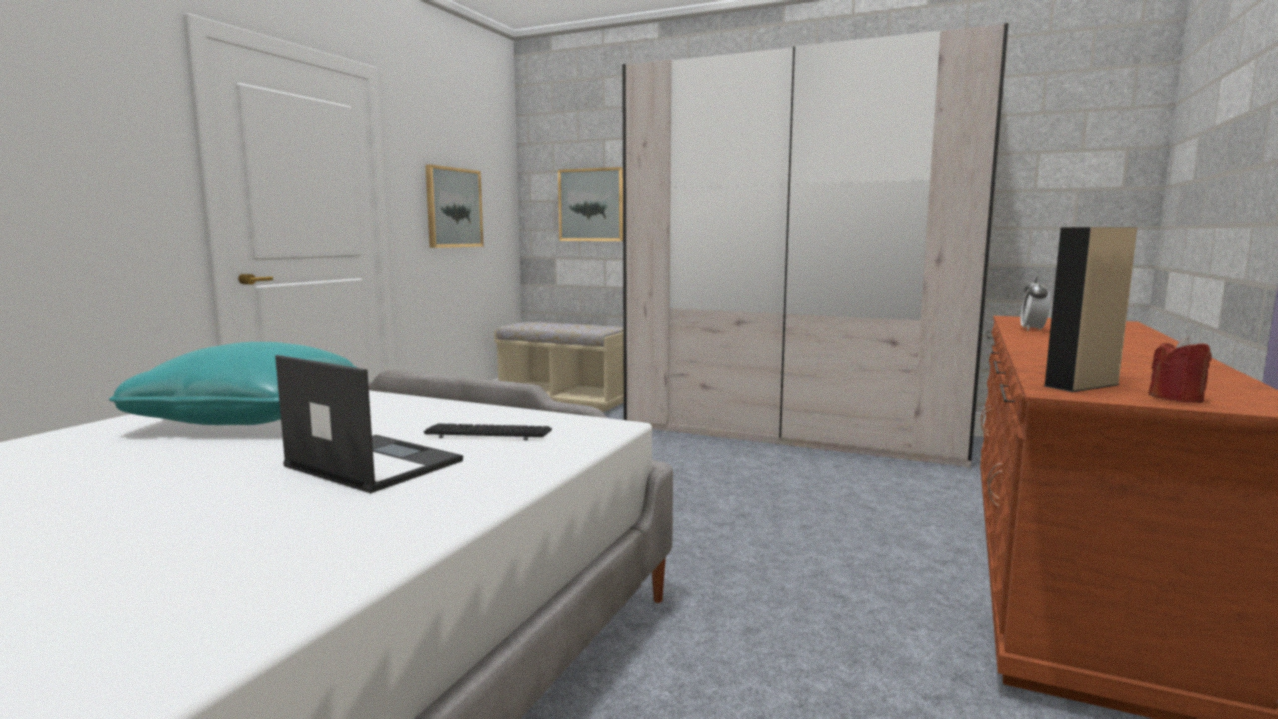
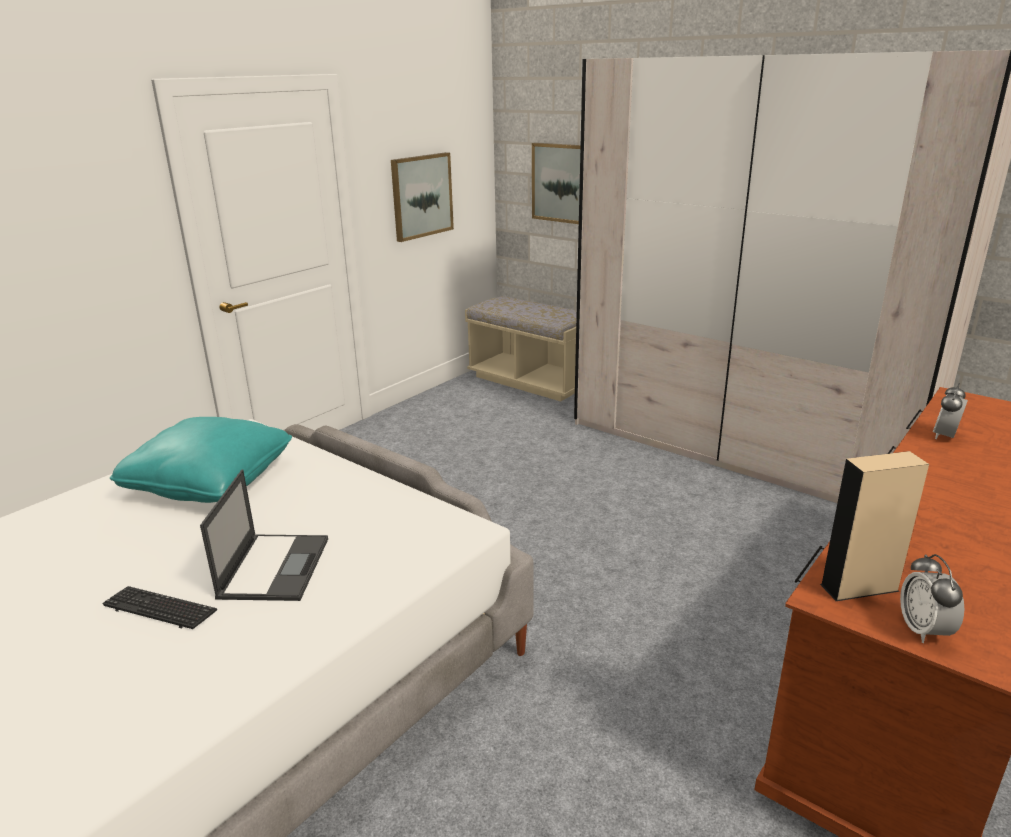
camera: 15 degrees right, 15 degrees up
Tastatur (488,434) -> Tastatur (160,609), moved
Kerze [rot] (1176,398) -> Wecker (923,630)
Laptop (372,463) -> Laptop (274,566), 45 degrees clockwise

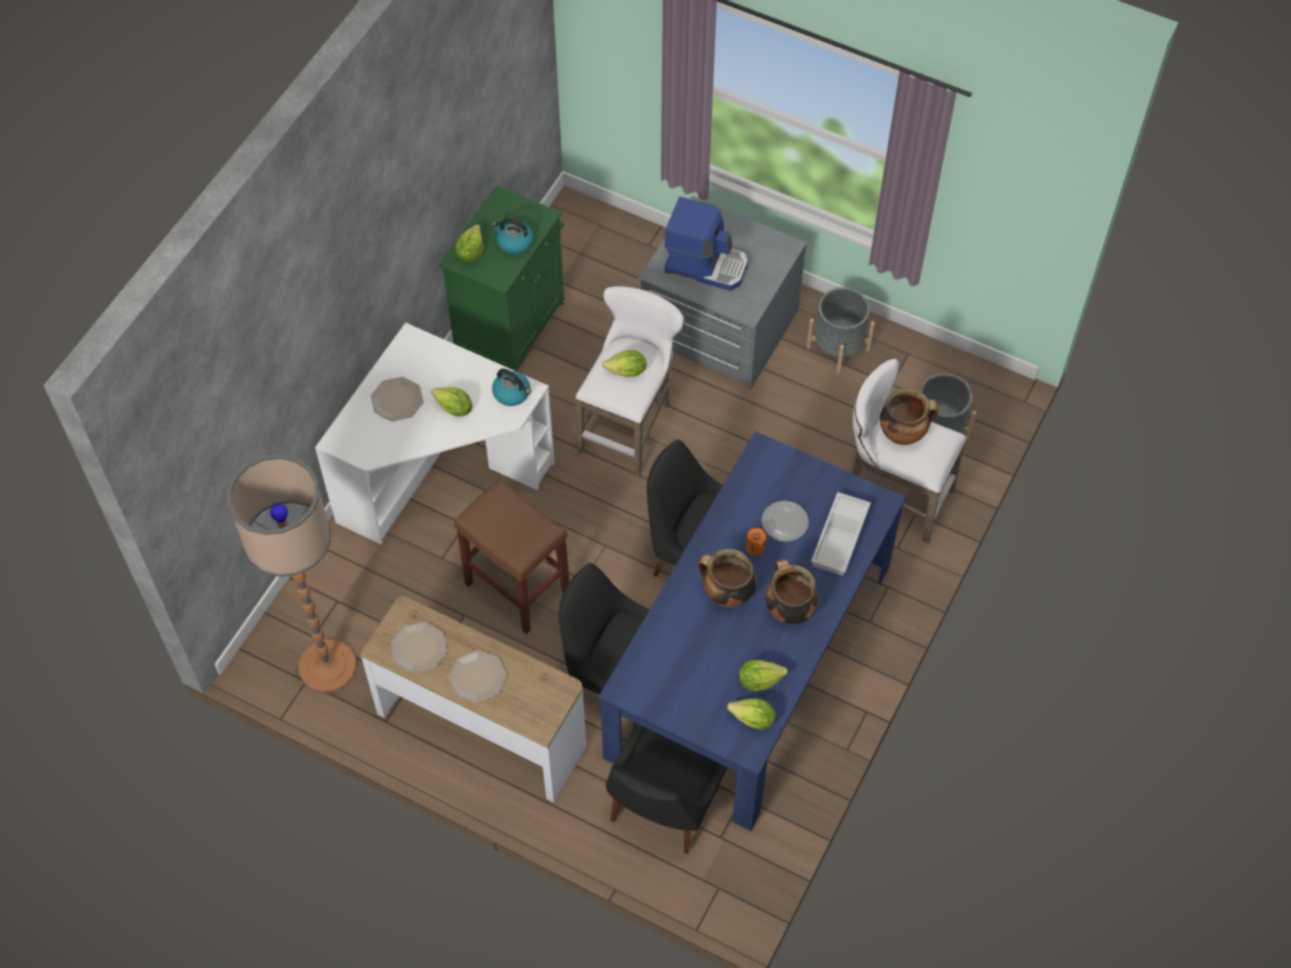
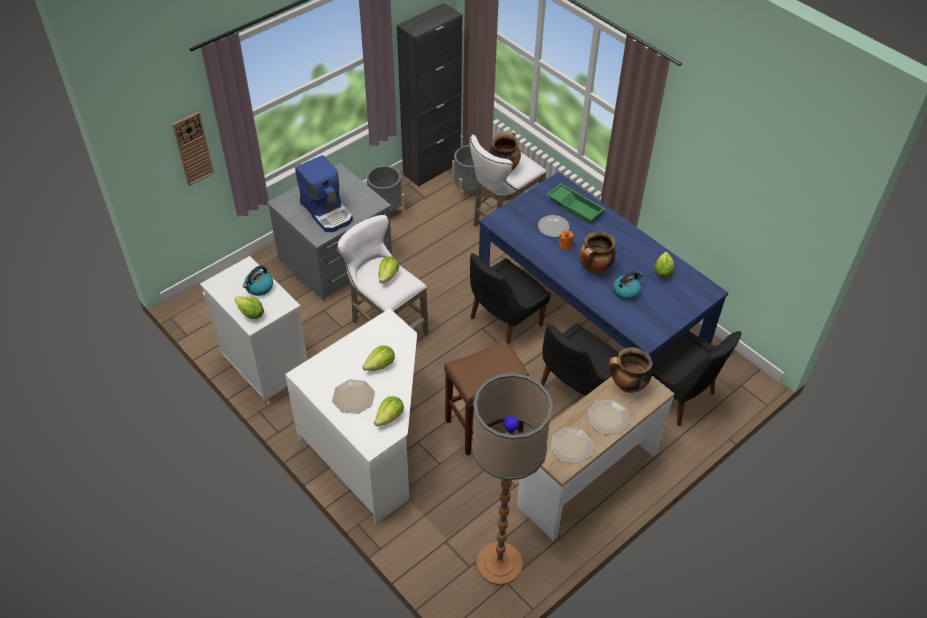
camera: 70 degrees left, 10 degrees down
none -> Wanduhr (193,149)
none -> Schrank [schwarz] (432,168)
Wasserkessel (512,393) -> Wasserkessel (626,291), moved
Salatkopf (753,720) -> Salatkopf (390,417), moved
Kochtopf (789,610) -> Kochtopf (627,385), moved
Schrank [grün] (511,325) -> Schrank [weiß] (264,366)
Tablett [weiß] (841,538) -> Tablett [grün] (575,206)
Kaffeemaschine (706,264) -> Kaffeemaschine (327,211), 105 degrees clockwise

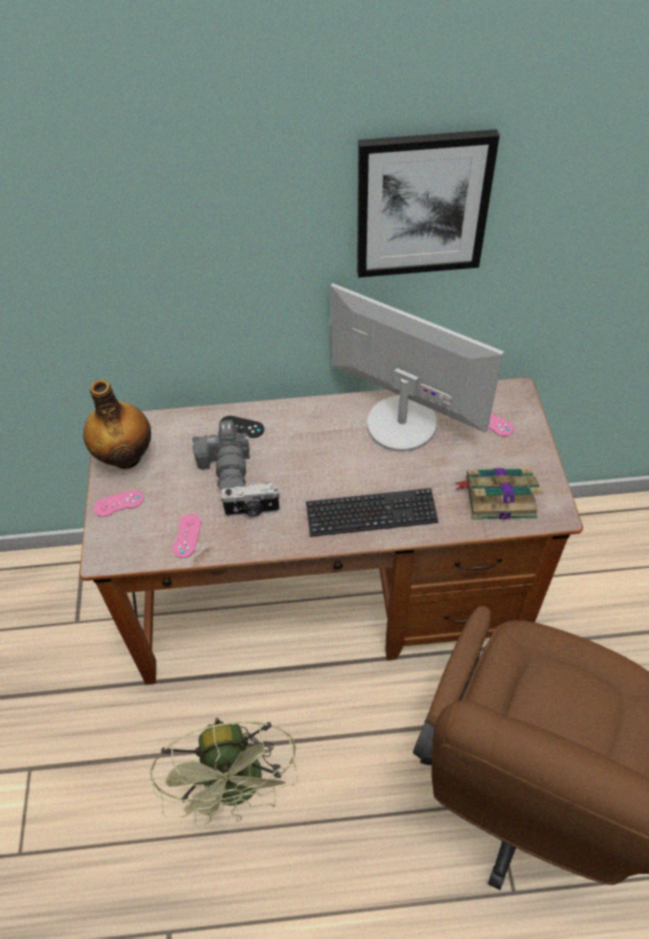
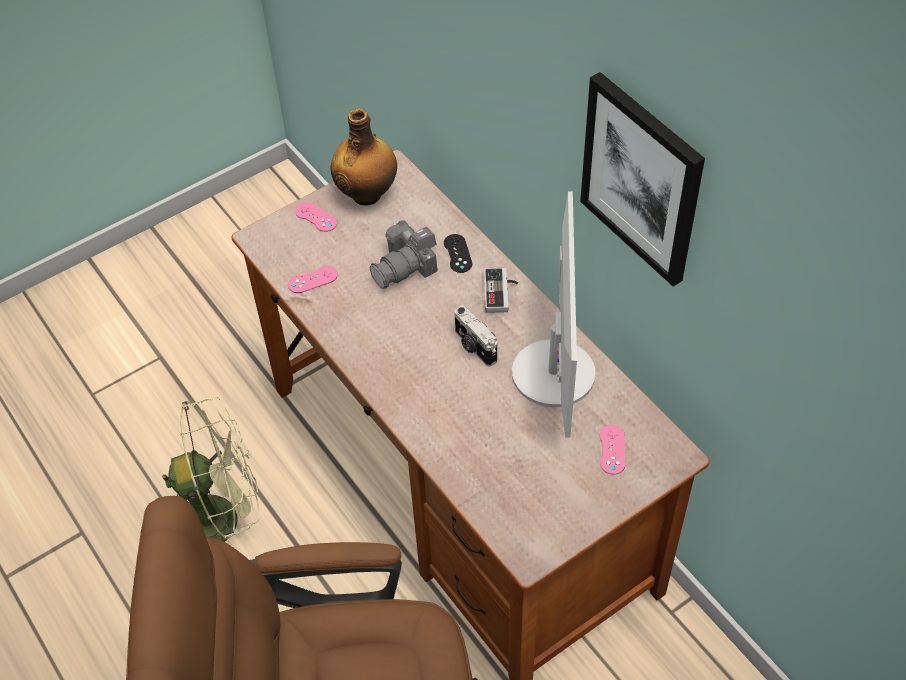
camera: 60 degrees right, 0 degrees up
Tastatur (371,514) -> none
Buch (498,497) -> none
none -> Gamepad (501,292)
Kamera (252,510) -> Kamera (474,347), moved
Ventilator [grün] (238,789) -> Ventilator [grün] (222,516), 150 degrees counterclockwise

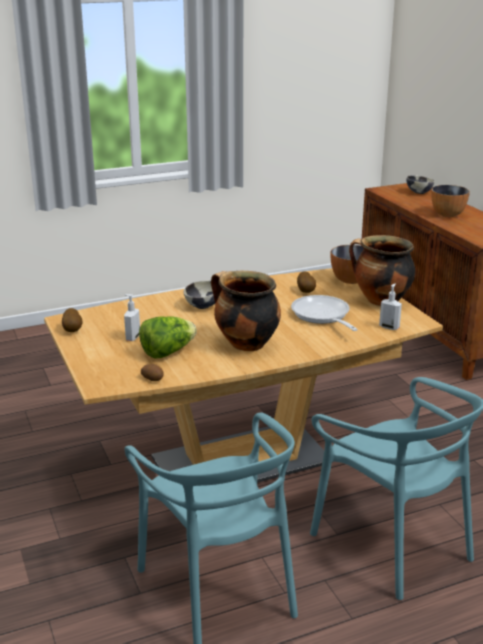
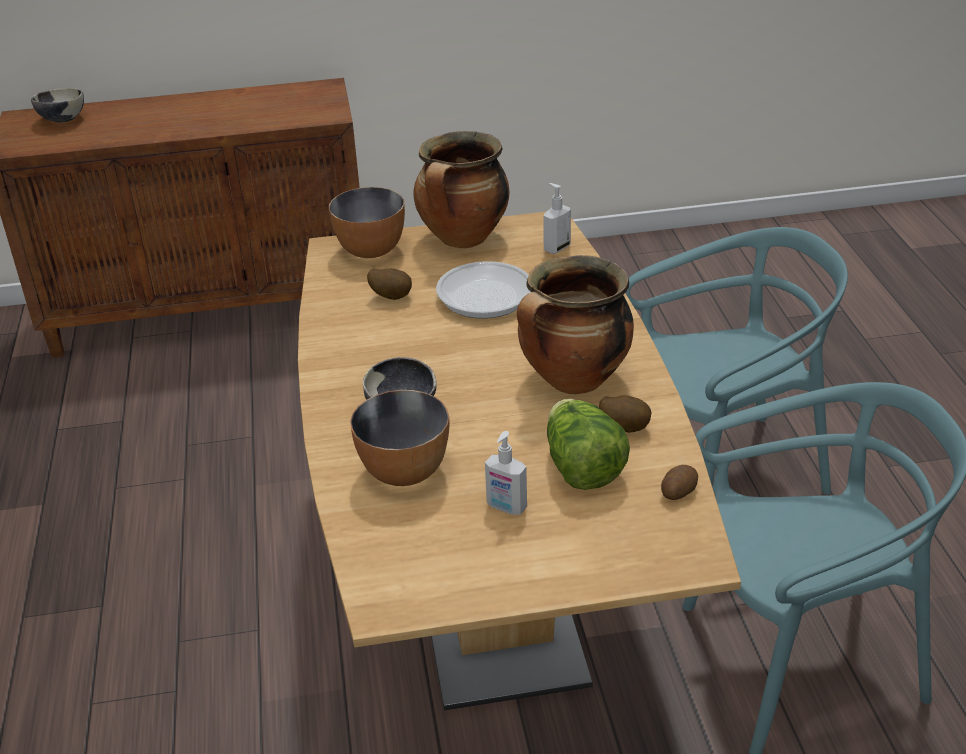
camera: 75 degrees left, 10 degrees up
Kartoffel (73,330) -> Kartoffel (624,428), moved
Schüssel (447,214) -> Schüssel (404,472), moved

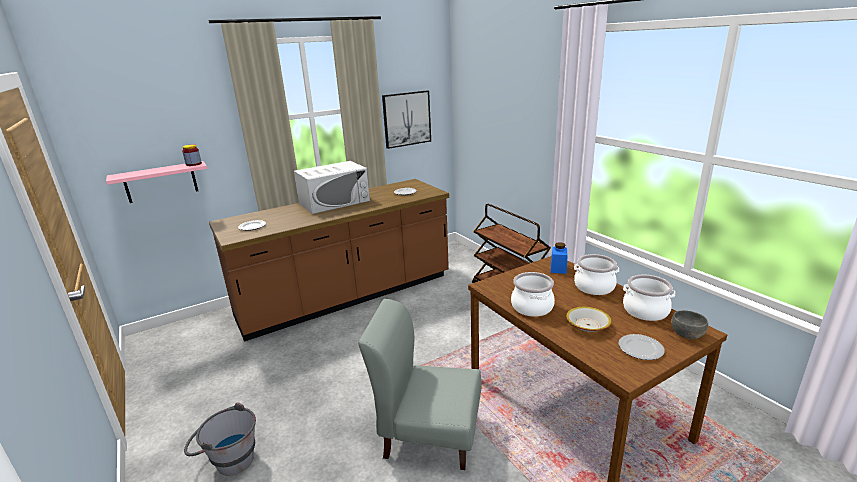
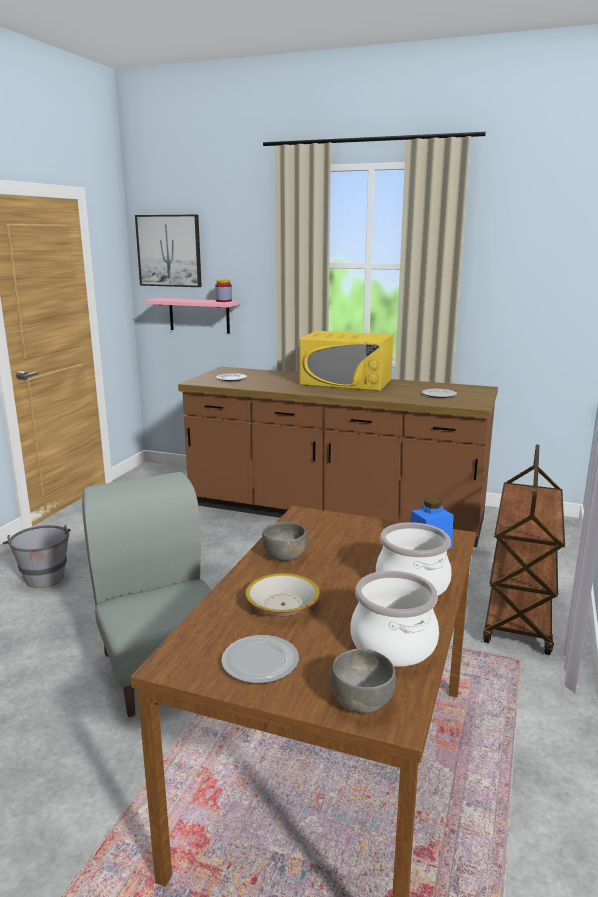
camera: 50 degrees right, 5 degrees down
Bild (406,119) -> Bild (169,251), moved
Kochtopf (532,307) -> Schüssel [grau] (285,556)
Mikrowelle [weiß] (334,202) -> Mikrowelle [gelb] (346,382)

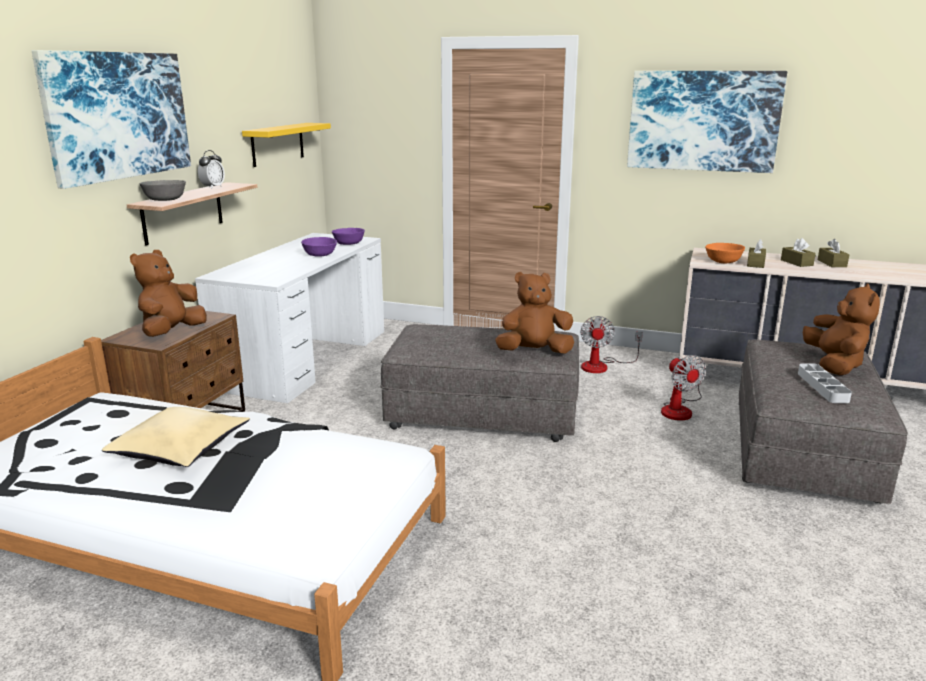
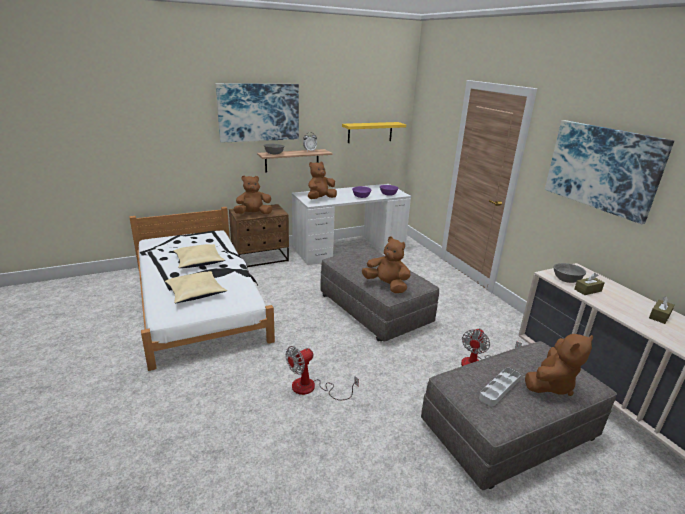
camera: 45 degrees right, 5 degrees up
Taschentuchbox [braun] (796,262) -> none
none -> Kissen [beige] (196,292)
none -> Plüschtier [braun] (320,199)
Ventilator (602,366) -> Ventilator (312,388), moved
Schüssel [orange] (723,261) -> Schüssel [grau] (566,279)

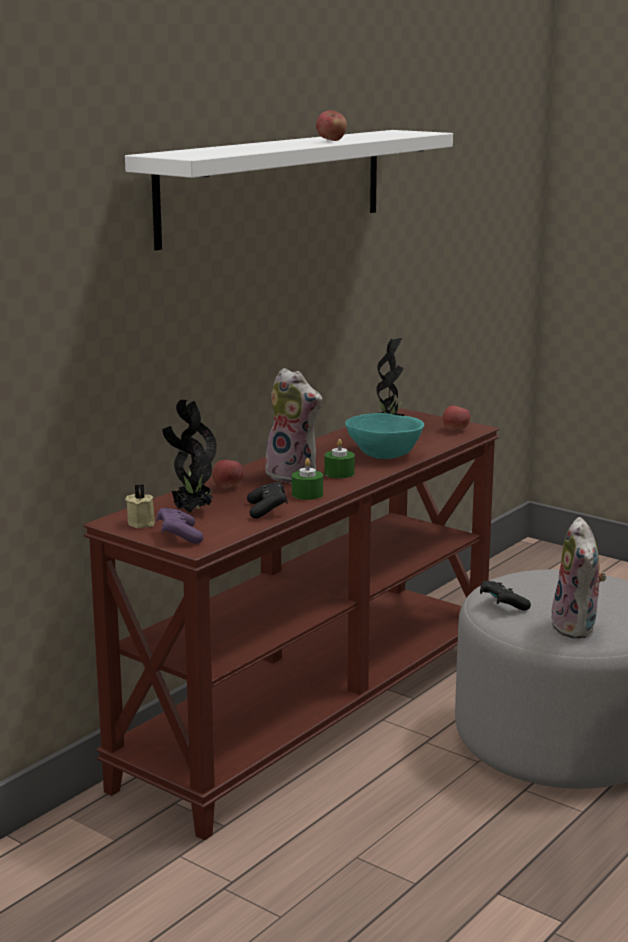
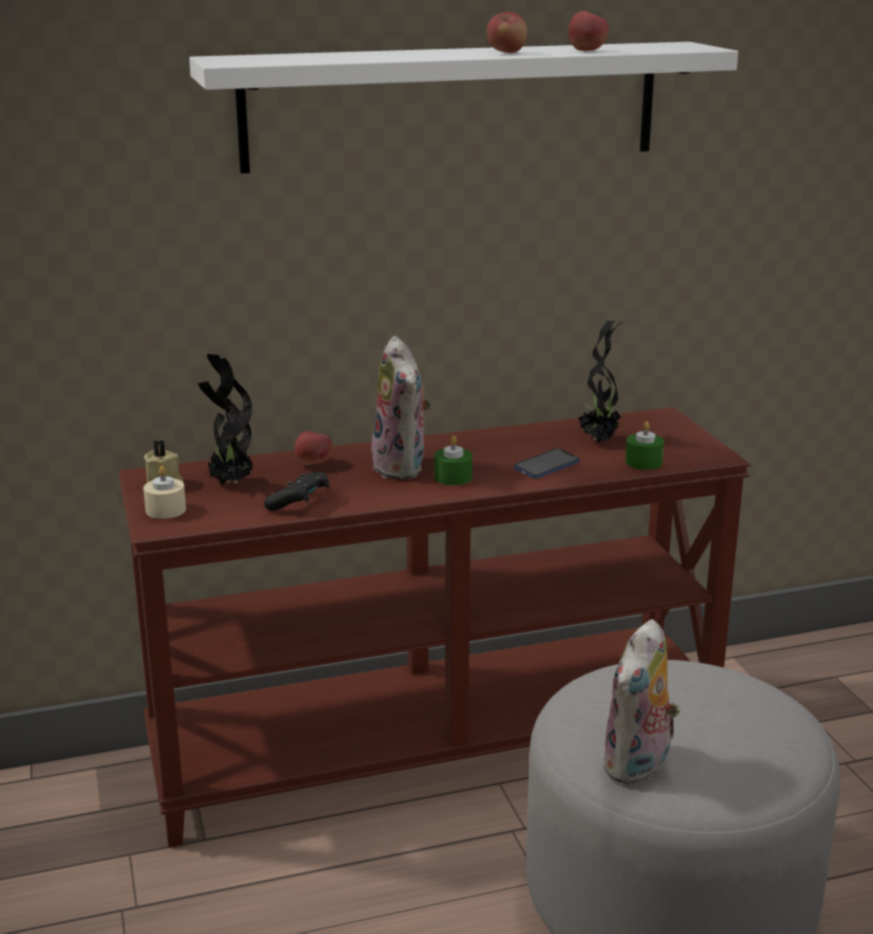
camera: 35 degrees right, 5 degrees up
Gamepad [schwarz] (502,605) -> none
Kerze [grün] (307,494) -> Kerze [grün] (643,462), moved
Apfel (455,430) -> Apfel (587,51), moved
Gamepad [lila] (179,536) -> Kerze [beige] (165,510)
Schüssel [türkis] (384,454) -> Handy (546,465)

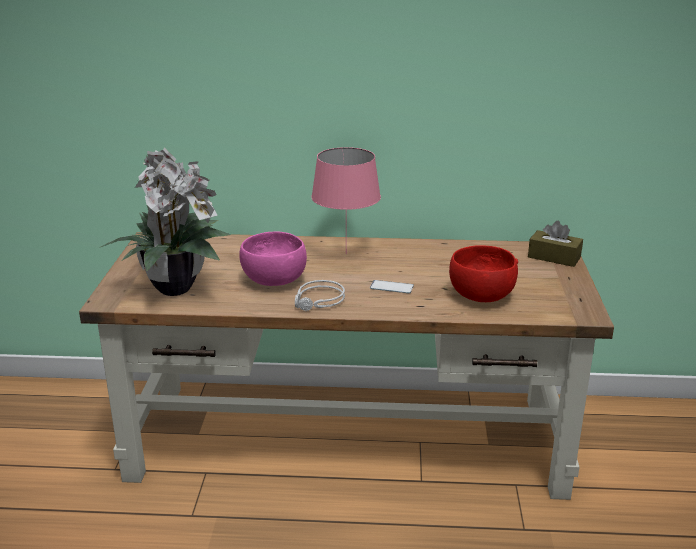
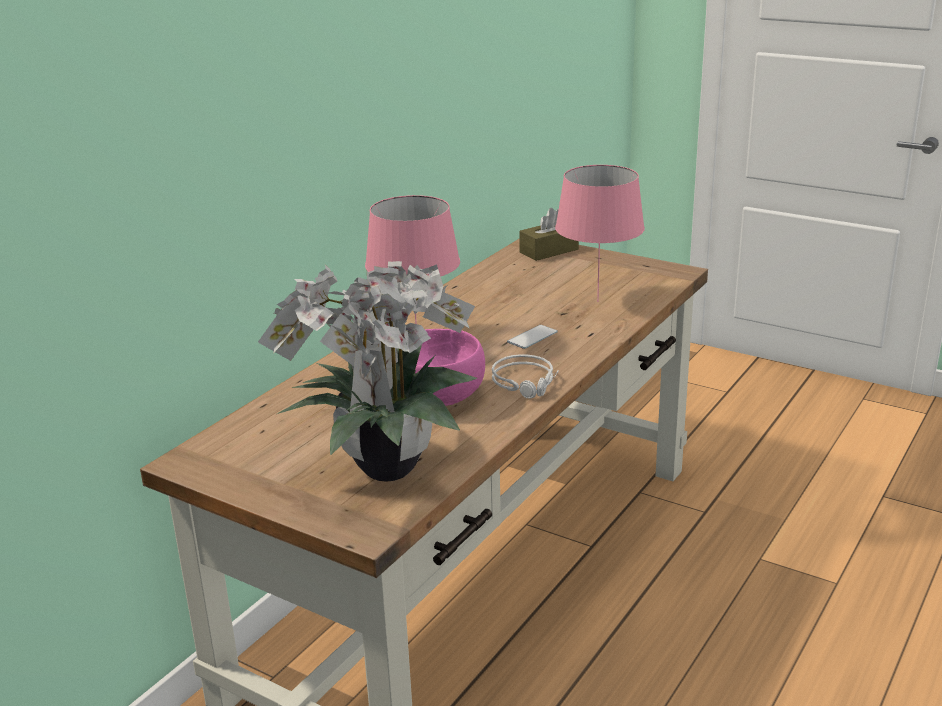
camera: 60 degrees left, 0 degrees up
Schüssel [rot] (481,296) -> Tischlampe [rosa] (598,302)

